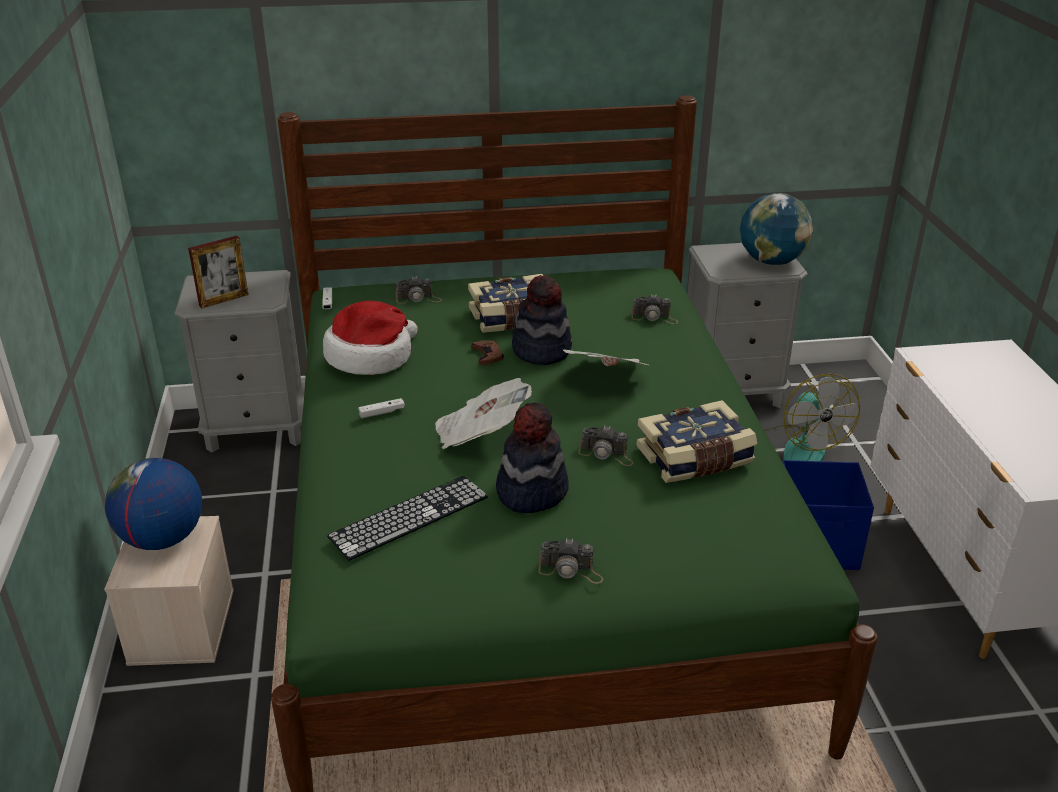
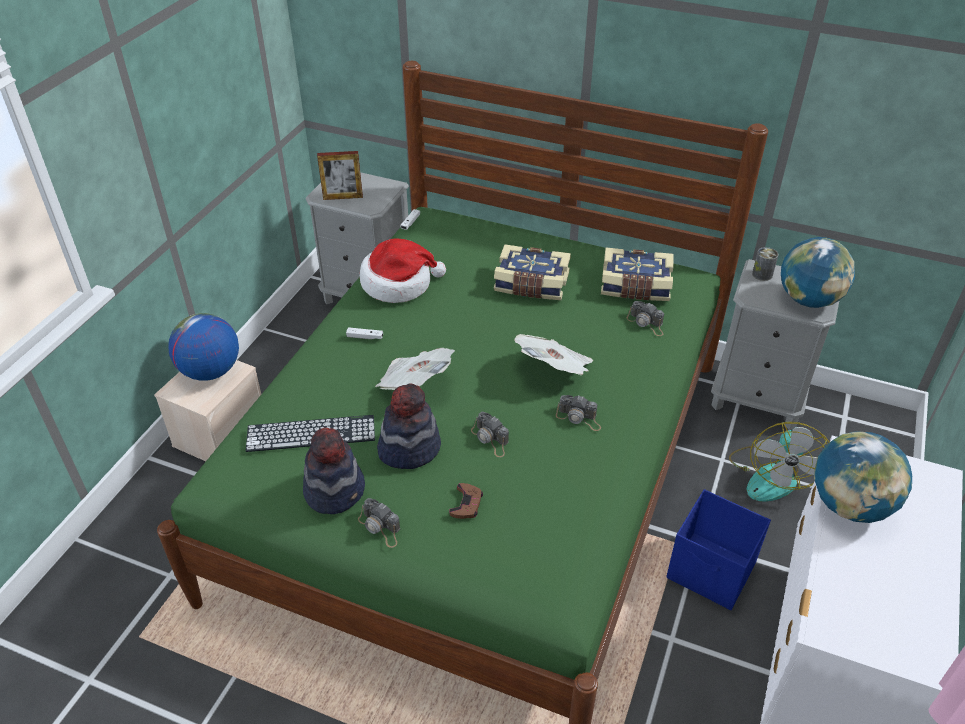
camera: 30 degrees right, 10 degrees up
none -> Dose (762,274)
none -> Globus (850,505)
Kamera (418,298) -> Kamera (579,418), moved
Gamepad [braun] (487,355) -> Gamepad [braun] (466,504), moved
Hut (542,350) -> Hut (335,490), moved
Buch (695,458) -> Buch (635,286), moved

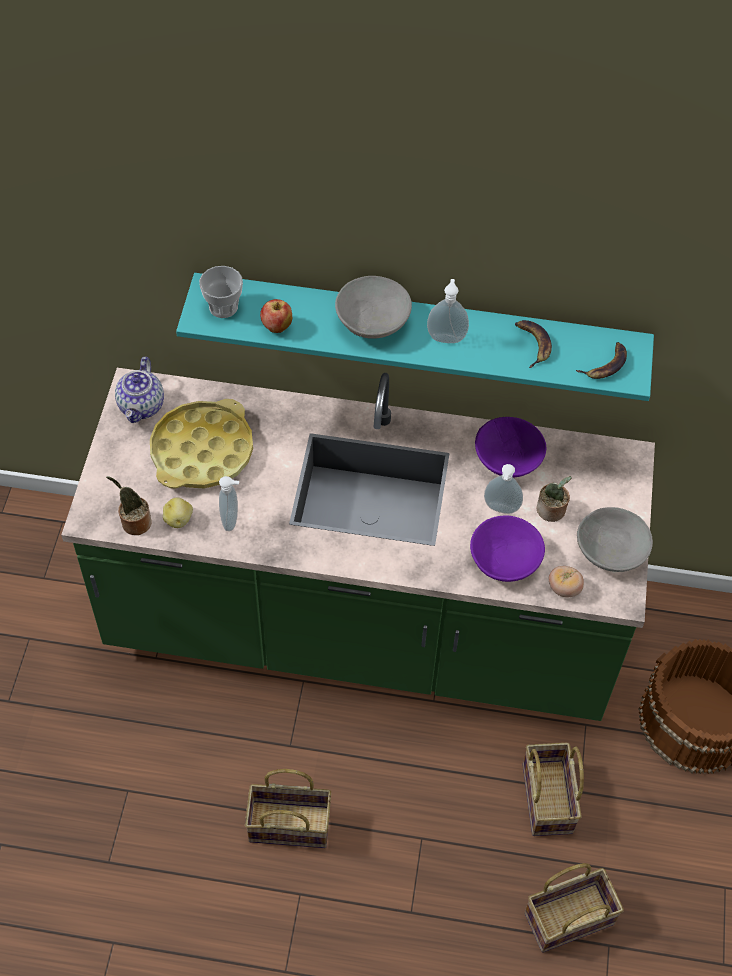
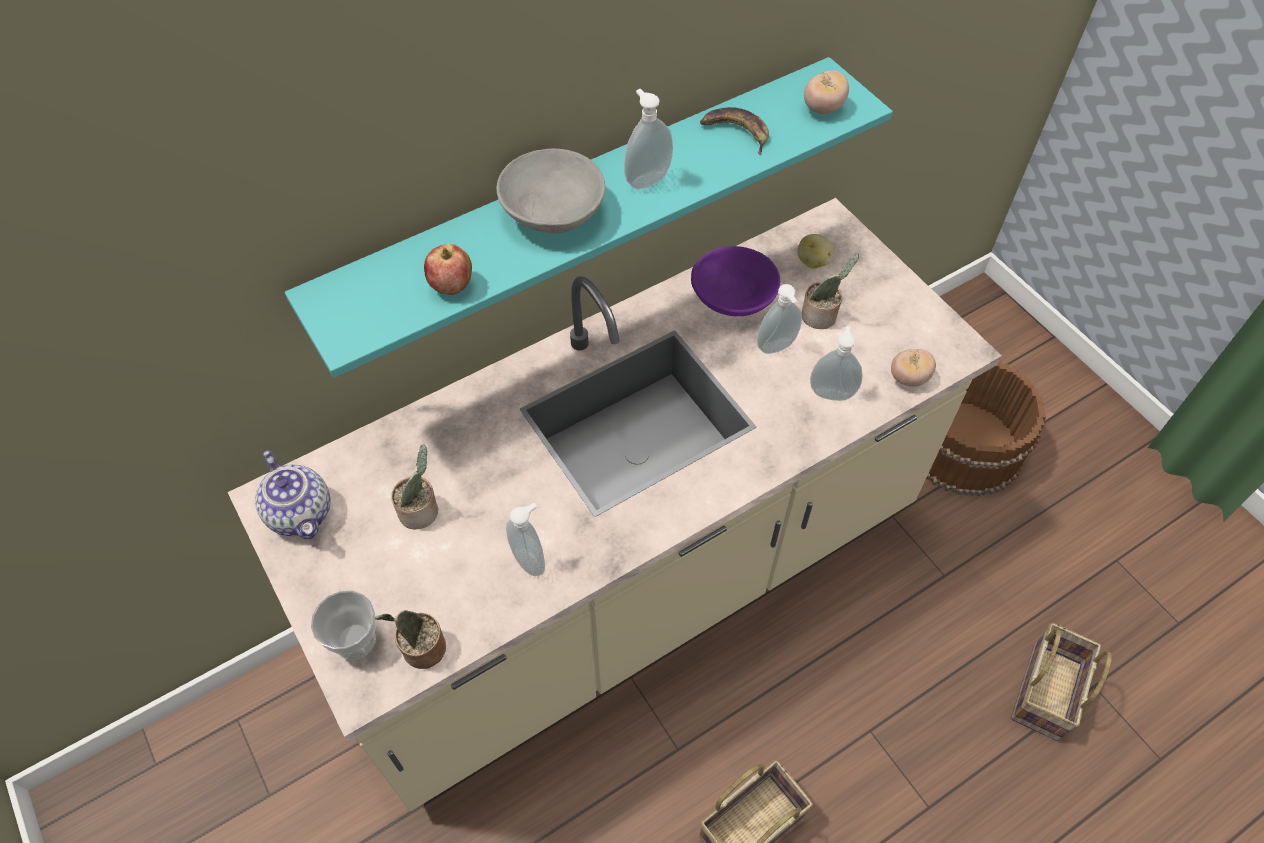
camera: 40 degrees left, 0 degrees up
Korb (549,800) -> none
Schüssel [grau] (610,551) -> none
Kartoffel (179,519) -> Kartoffel (813,260), moved
Tasse (223,307) -> Tasse (355,640), moved
Tablett [gelb] (202,451) -> Topfpflanze (421,511)
Schüssel [lila] (504,560) -> Seifenspender (831,392)
Banane (606,364) -> Tomate (823,108)
Küchenzeile [grün] (361,625) -> Küchenzeile [beige] (632,582)

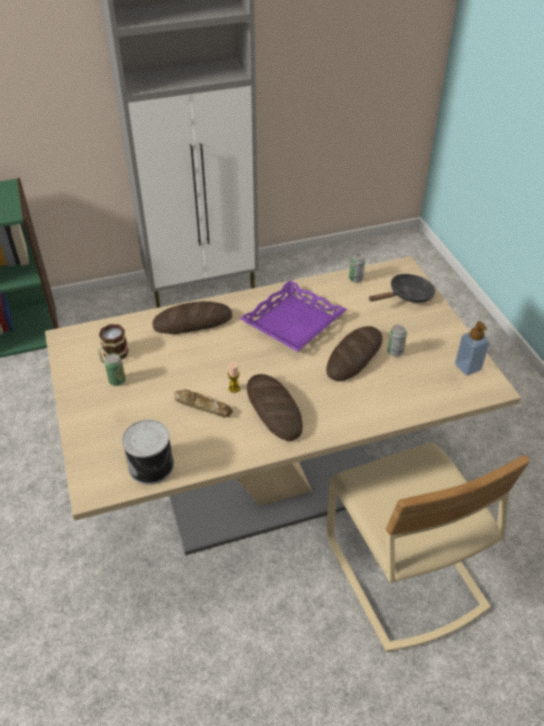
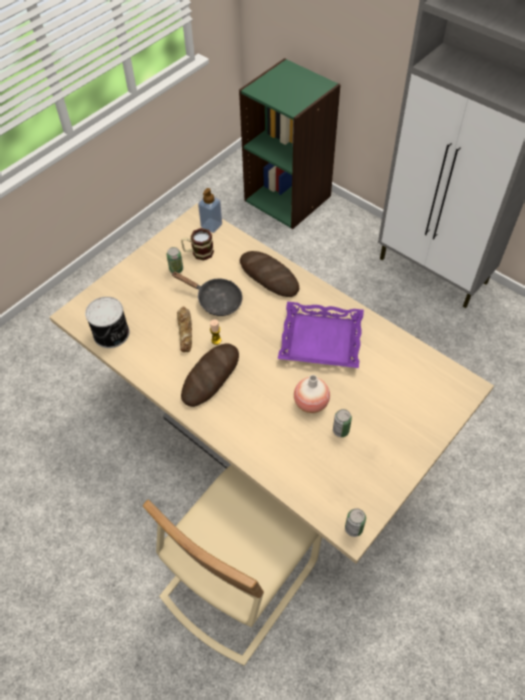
camera: 60 degrees right, 10 degrees up
Dose (356,279) -> Dose (353,528), moved
Pfanne [schwarz] (407,296) -> Pfanne [schwarz] (215,300), moved
Seifenspender (468,367) -> Seifenspender (211,226), moved
Brot (354,357) -> Vase (311,403)

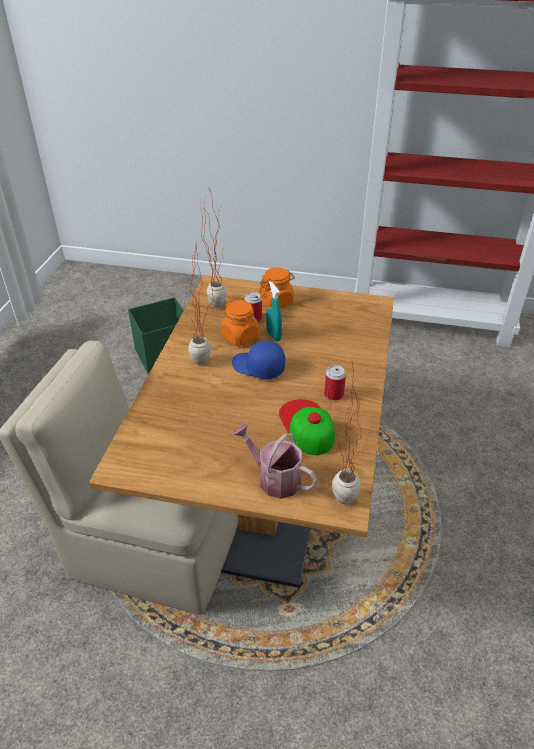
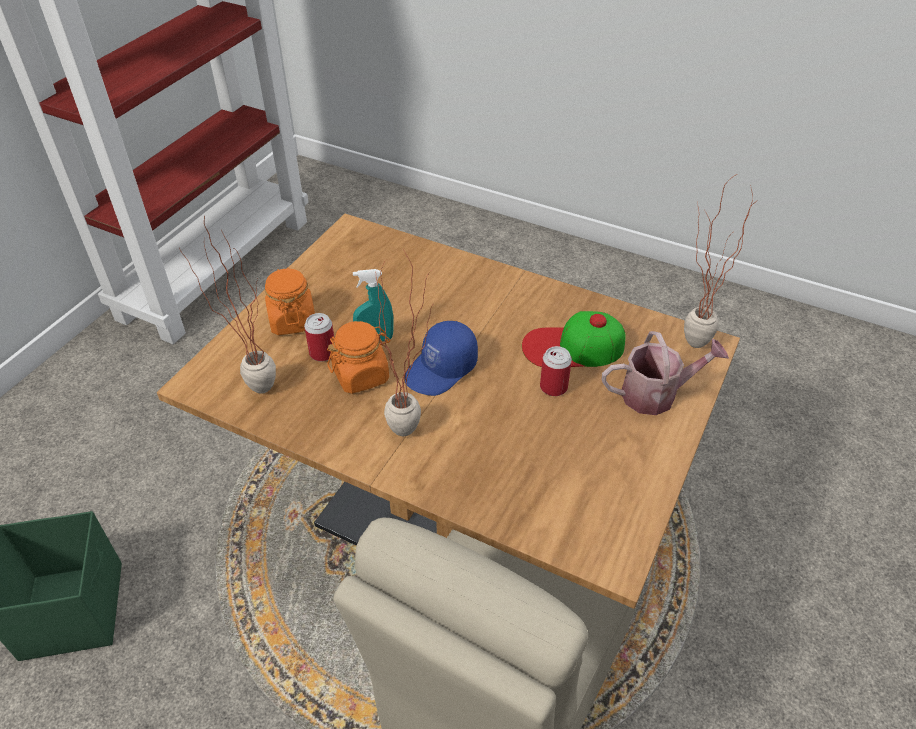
camera: 75 degrees left, 5 degrees up
Dose (333,394) -> Dose (553,387), moved
Gießkanne (274,478) -> Gießkanne (656,394), 150 degrees counterclockwise

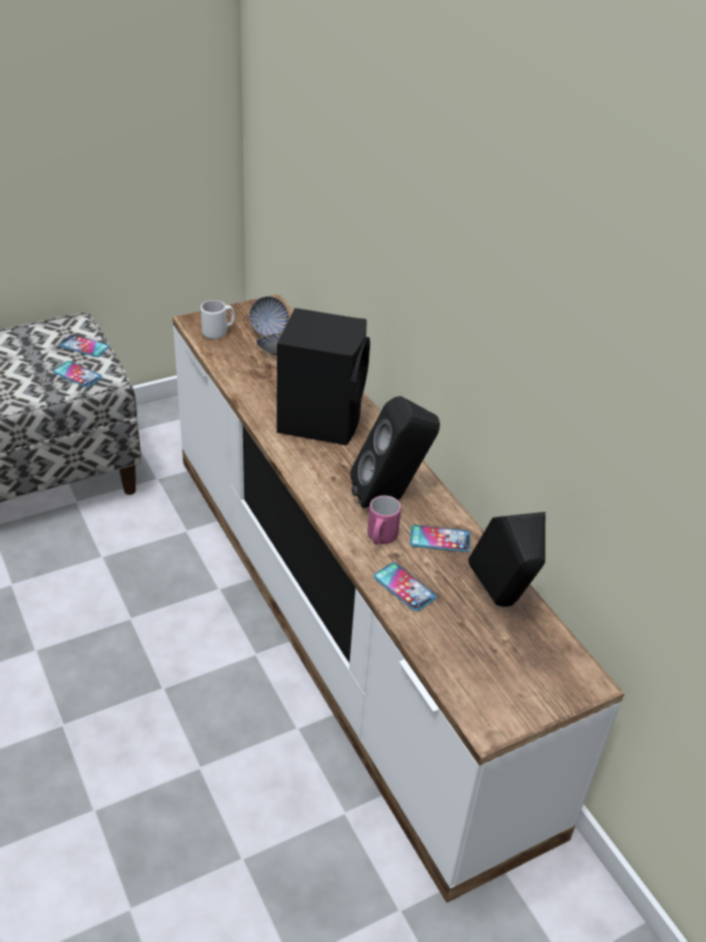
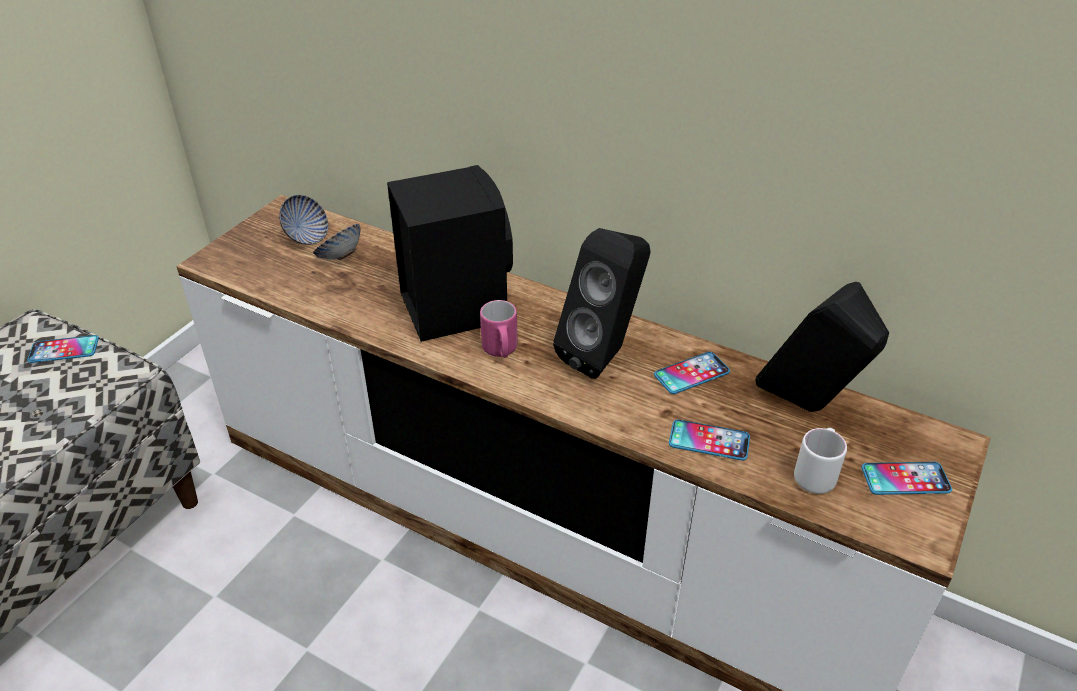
camera: 30 degrees left, 0 degrees up
Handy (77,375) -> Handy (905,479), moved
Henkelbecher [weiß] (219,332) -> Henkelbecher [weiß] (816,474), moved
Henkelbecher [rosa] (380,538) -> Henkelbecher [rosa] (501,351), moved

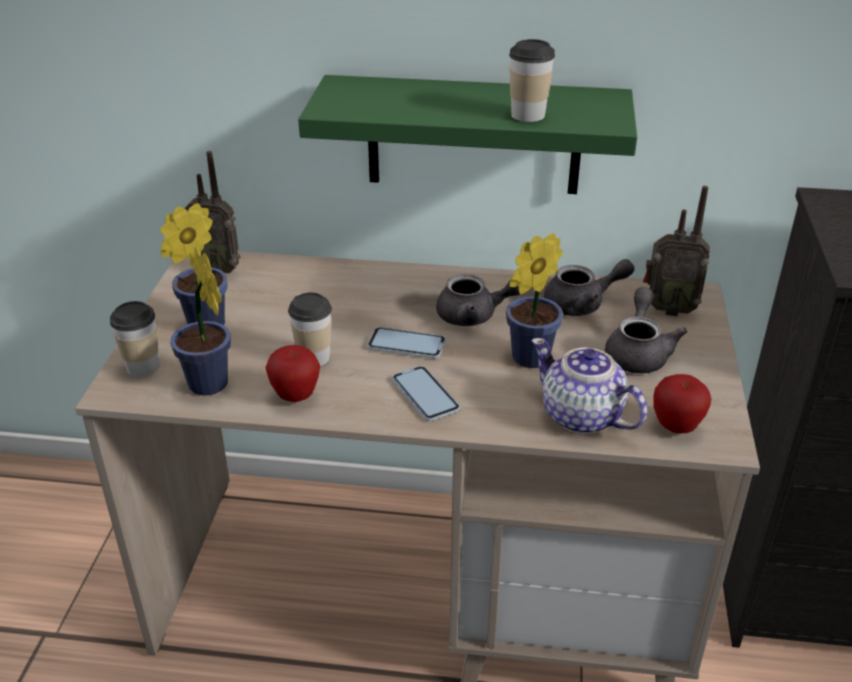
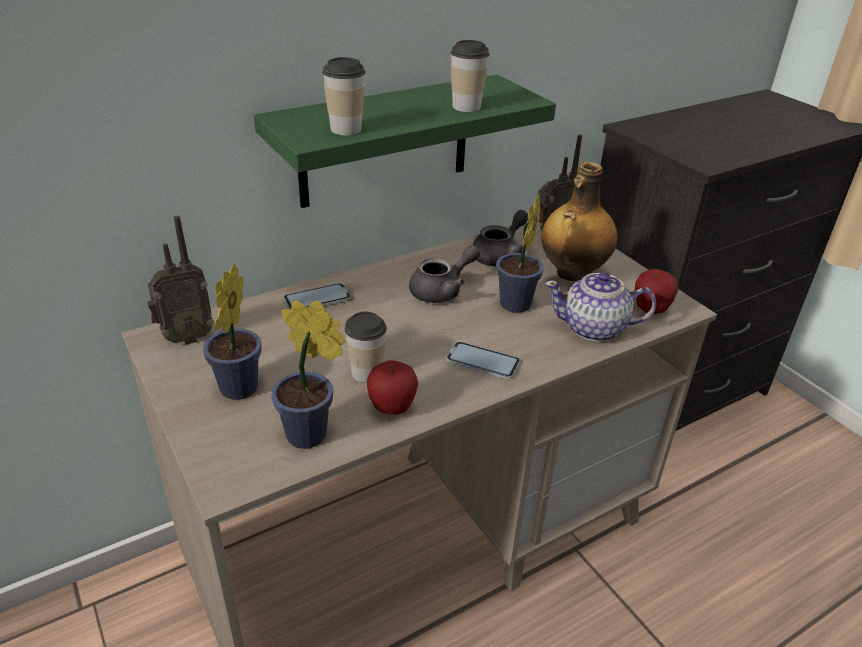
camera: 40 degrees left, 0 degrees up
Tasse (143,367) -> Tasse (346,129), moved
Handy (406,345) -> Handy (317,299), moved
Teekanne [grau] (638,352) -> Flasche (572,273)

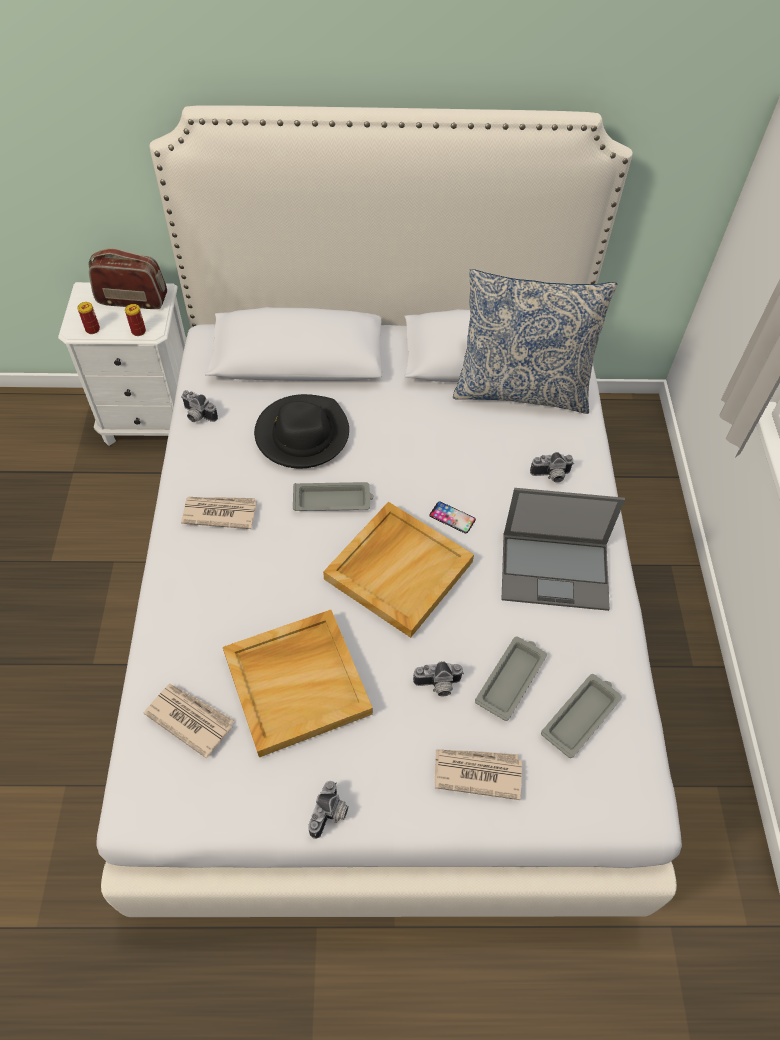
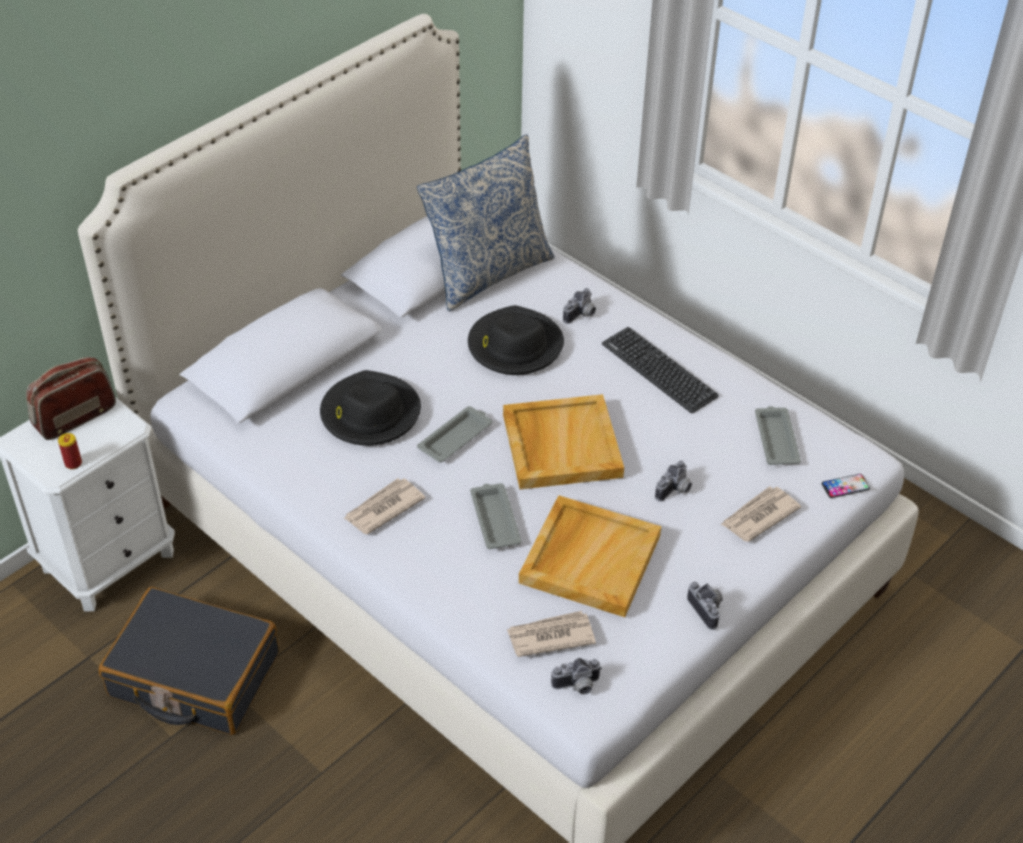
camera: 45 degrees left, 10 degrees down
Dose (138,331) -> none
none -> Koffer [schwarz] (193,675)
none -> Hut [schwarz] (514,346)
Kamera (197,416) -> Kamera (577,686), moved
Handy (452,517) -> Handy (845,486), moved
Tablett [grau] (511,679) -> Tablett [grau] (495,519), moved
Laptop (556,571) -> Tastatur (659,370)

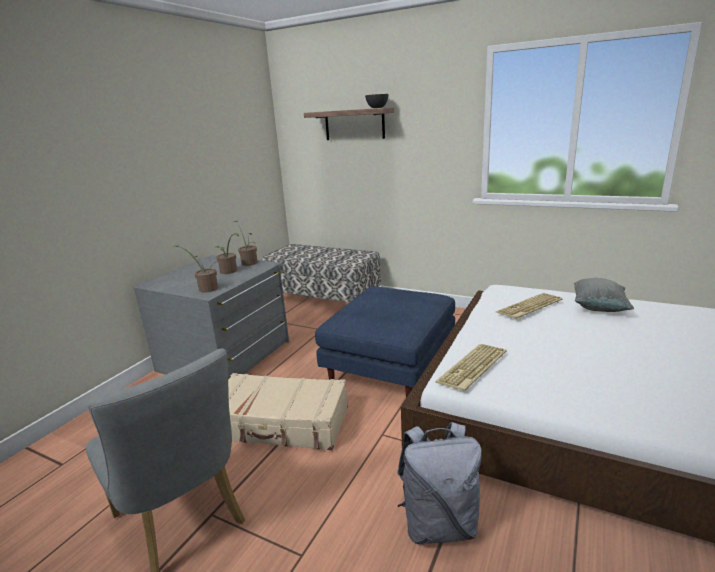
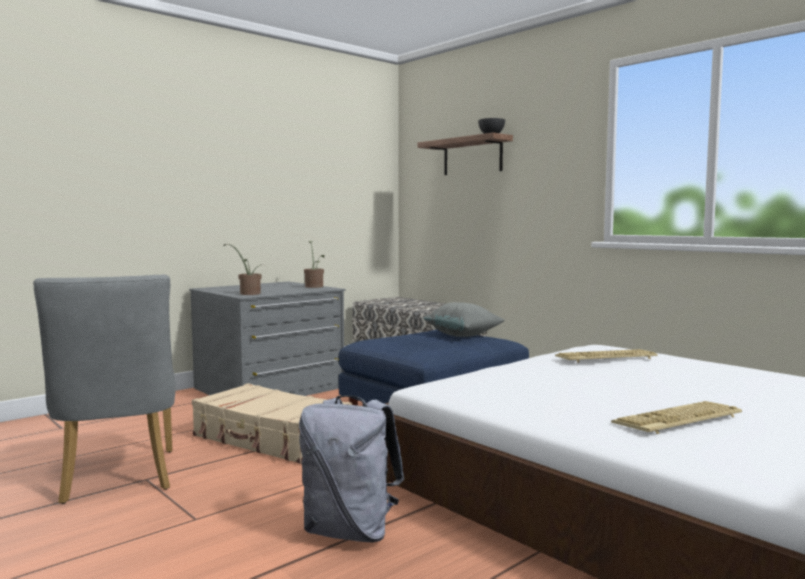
camera: 20 degrees right, 15 degrees down
Topfpflanze (229,272) -> none
Tastatur (473,368) -> Tastatur (678,420), moved
Kissen [grau] (599,308) -> Kissen [grau] (463,336), moved

